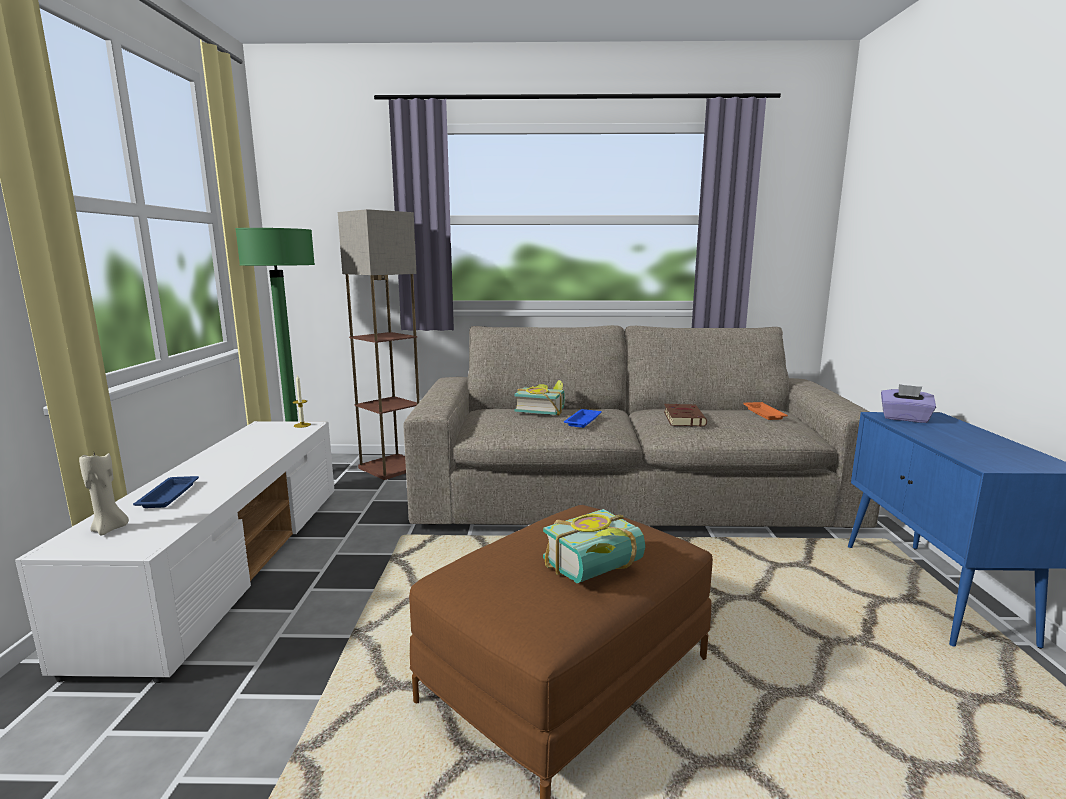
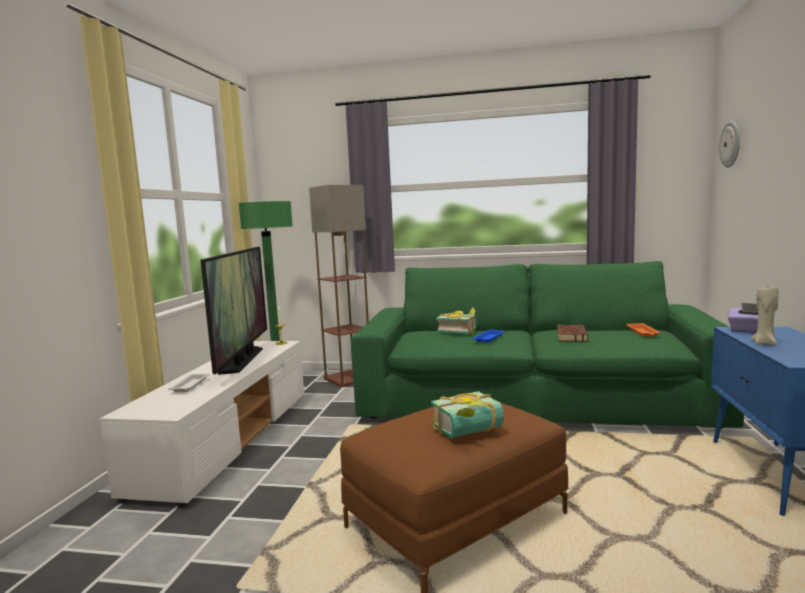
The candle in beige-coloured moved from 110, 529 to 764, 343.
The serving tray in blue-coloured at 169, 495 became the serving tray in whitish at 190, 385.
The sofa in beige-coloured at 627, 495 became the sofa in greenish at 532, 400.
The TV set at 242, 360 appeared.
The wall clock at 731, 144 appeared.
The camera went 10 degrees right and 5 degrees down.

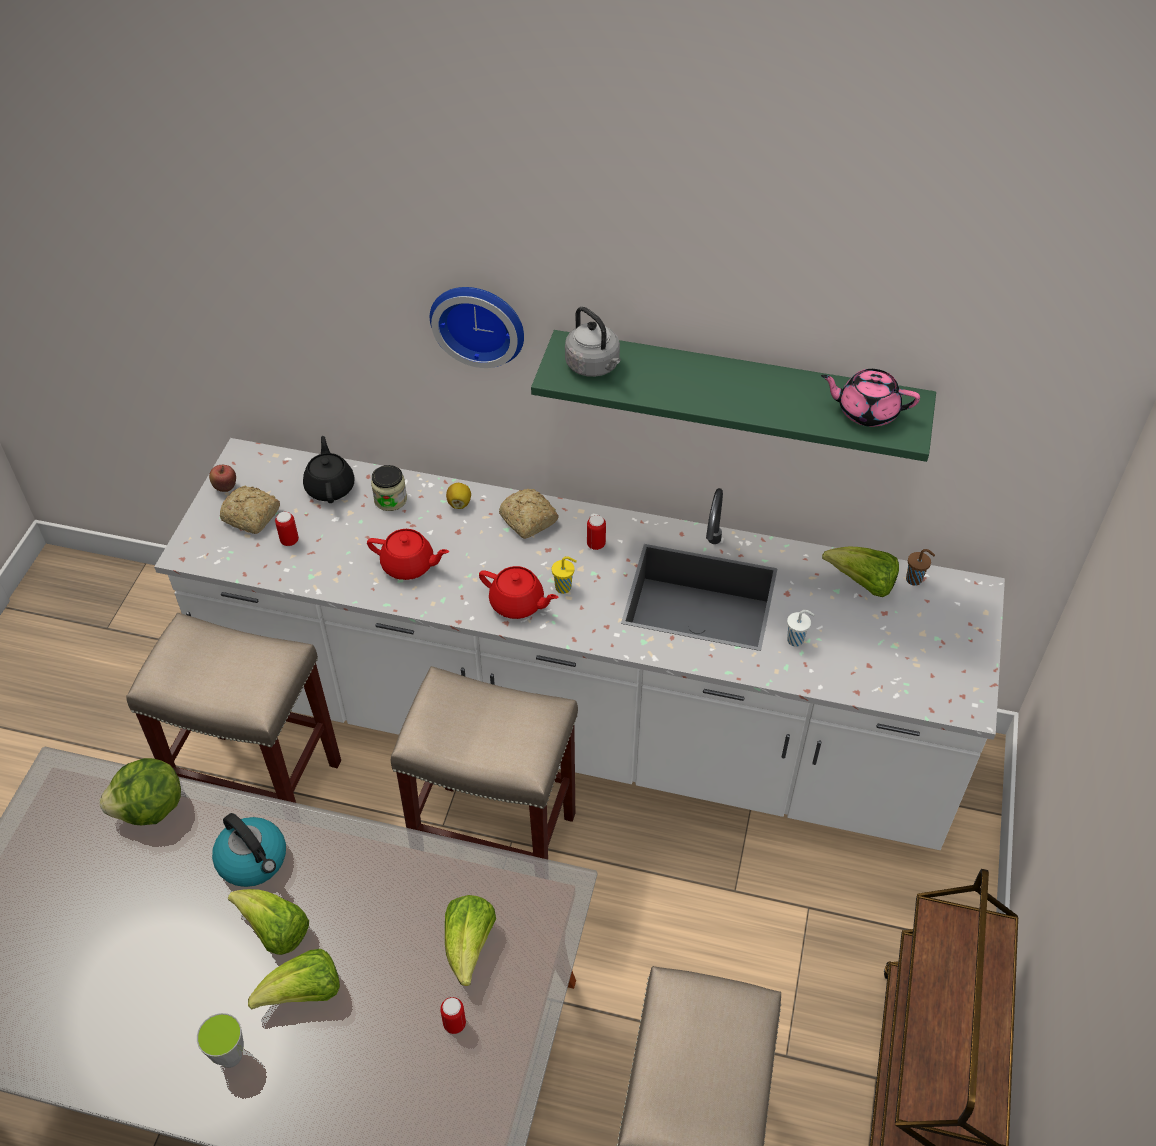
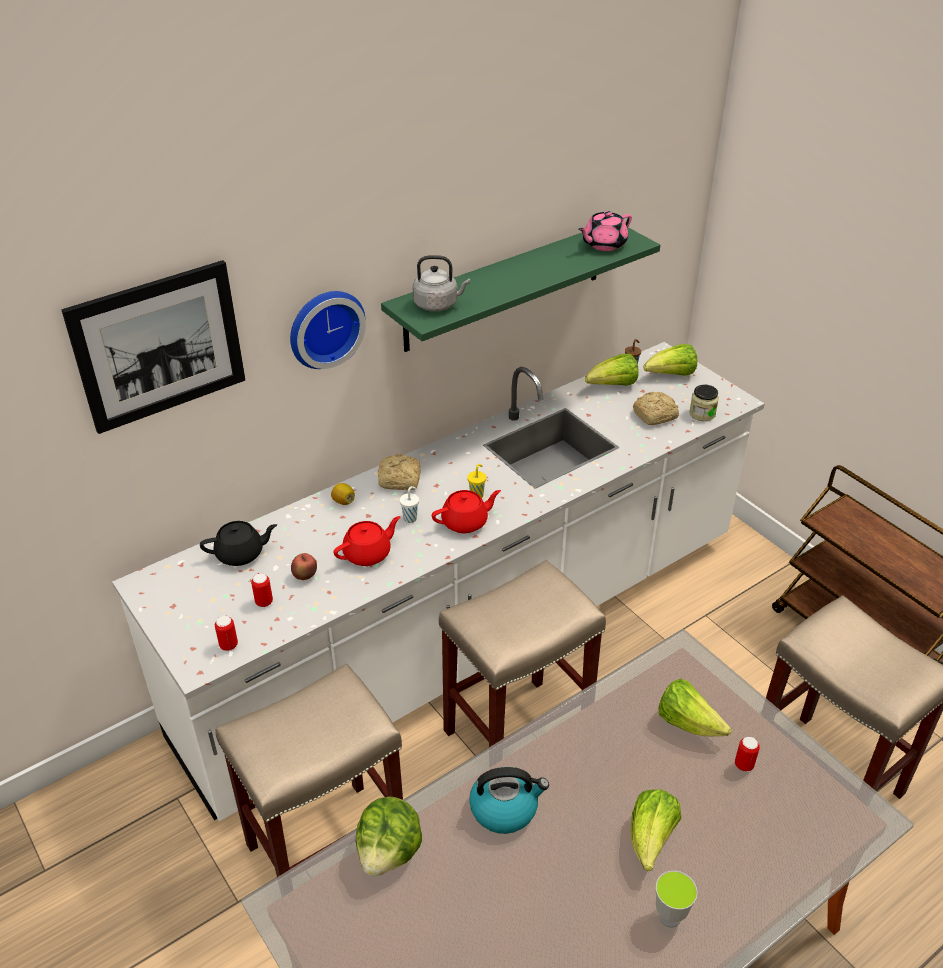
The whole apple moved from 225, 488 to 305, 576.
The bread moved from 252, 517 to 656, 415.
The lettuce moved from 275, 930 to 671, 375.
The pot for tea in blackish at 330, 487 turned 135 degrees clockwise.
The preserve jar moved from 390, 499 to 702, 414.
The sealed can moved from 596, 544 to 229, 645.
The small cup in whitish moved from 796, 640 to 410, 518.
The picture at 159, 346 appeared.
The camera went 50 degrees left and 10 degrees down.

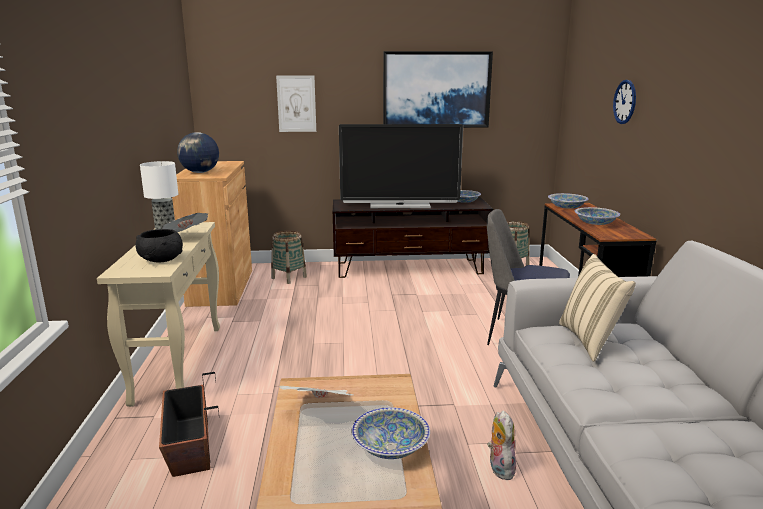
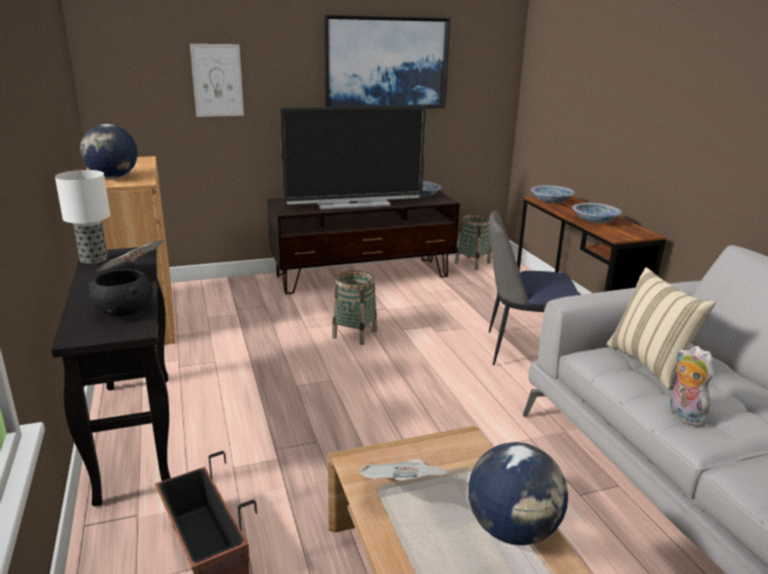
The narrow table in beige-coloured at 179, 362 became the narrow table in blackish at 135, 432.
The household basket moved from 289, 277 to 354, 334.
The serving bowl at 391, 447 was replaced by the world globe at 512, 529.
The plush toy moved from 499, 468 to 683, 415.
The wall clock at 624, 102 disappeared.
The camera went 15 degrees left and 5 degrees up.

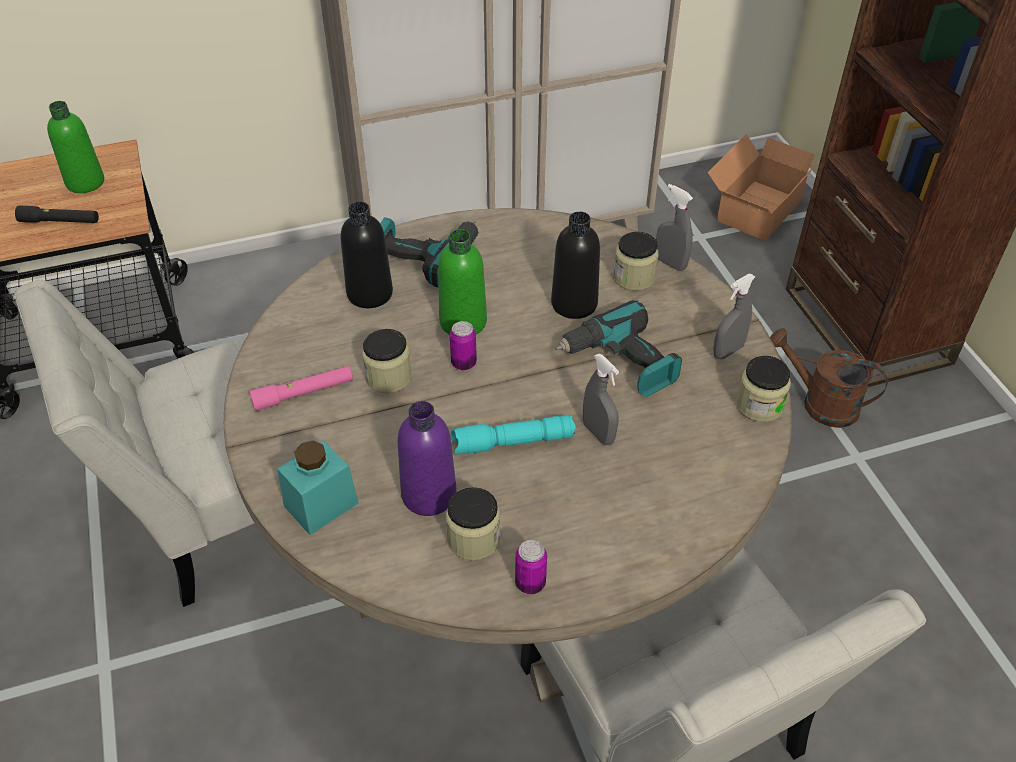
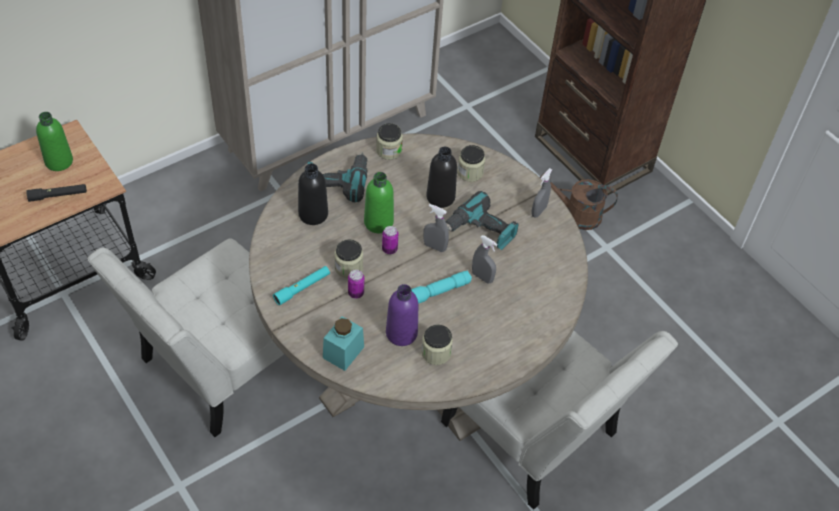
The torch in pink at 303, 393 became the torch in turquoise-coloured at 302, 288.
The sealed can moved from 530, 583 to 356, 293.
The sprayer in gray moved from 670, 263 to 434, 247.
The packing box at 755, 210 disappeared.
The preserve jar moved from 759, 405 to 389, 150.
The camera went 20 degrees left and 5 degrees up.

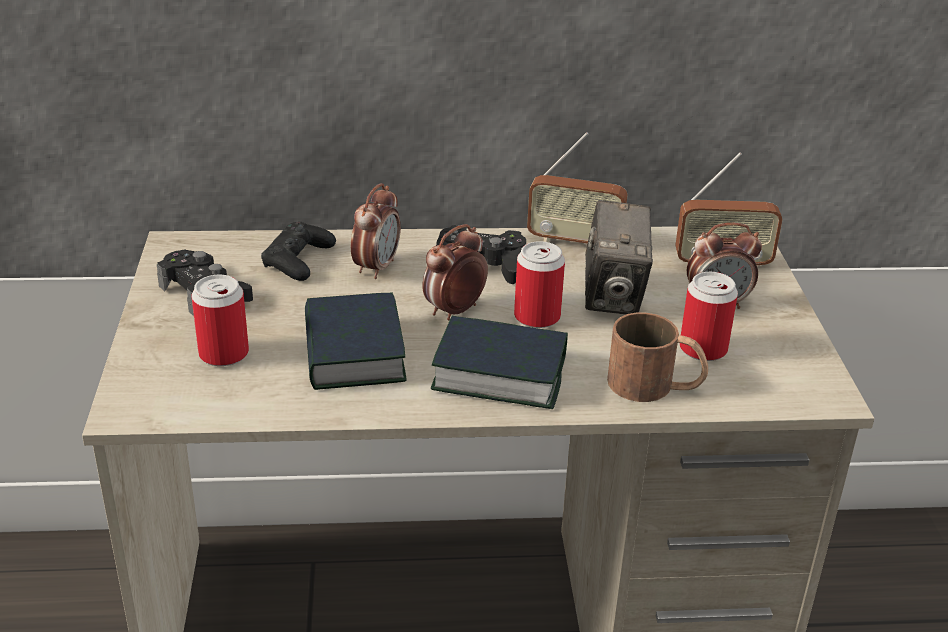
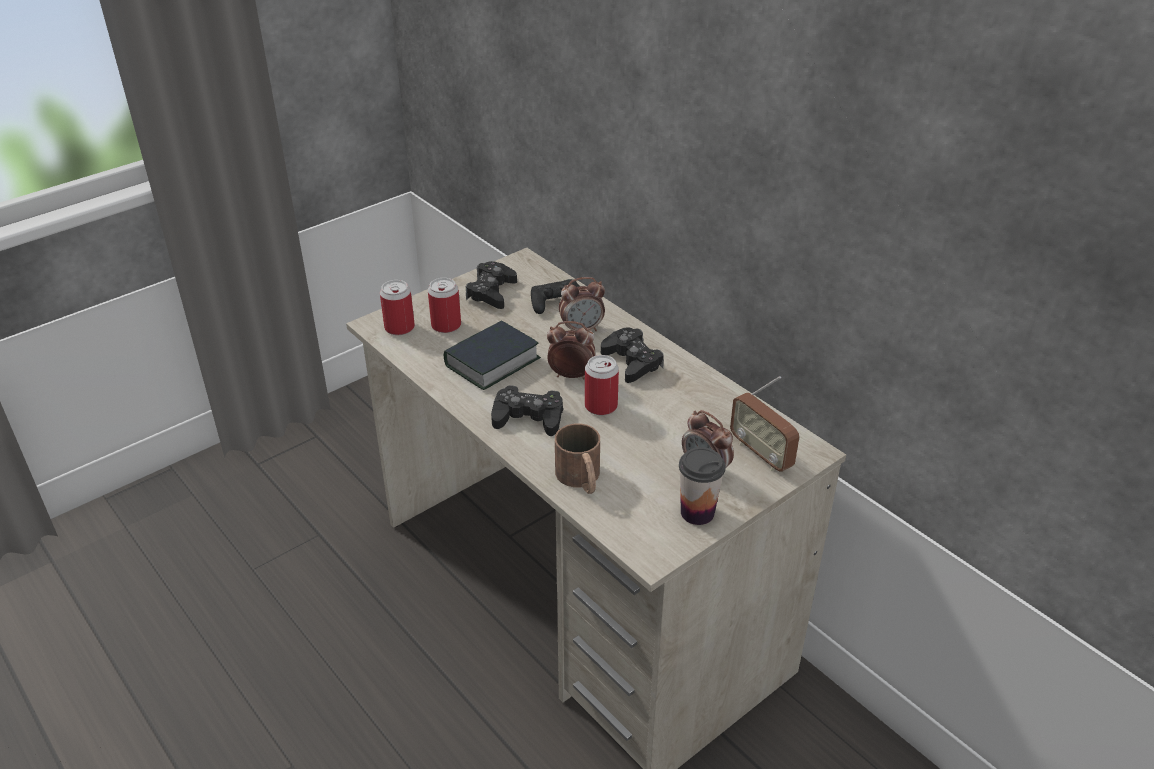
The book at 499, 373 was replaced by the gamepad in blackish at 528, 417.
The radio set at 574, 242 disappeared.
The still camera at 613, 296 disappeared.
The sealed can moved from 703, 349 to 399, 328.
The small cup at 697, 512 appeared.
The camera went 55 degrees right and 5 degrees up.

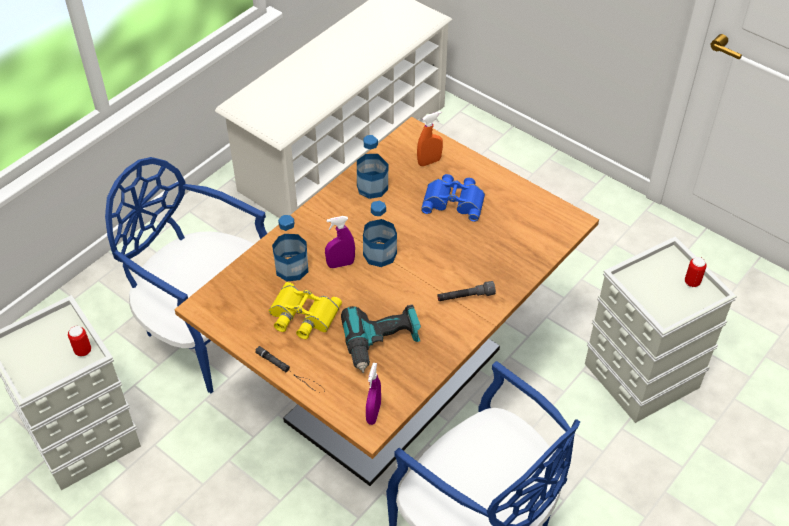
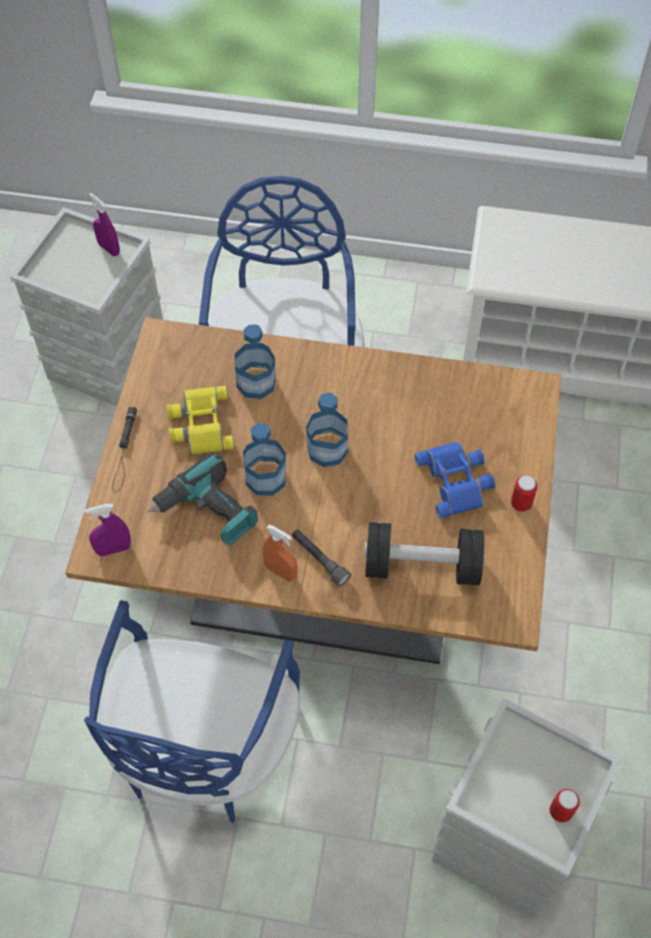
The sealed can moved from 83, 351 to 521, 503.
The sprayer in purple moved from 340, 264 to 109, 249.
The drink bottle moved from 372, 187 to 265, 478.
The sprayer in orangey moved from 429, 162 to 281, 572.
The hand weight in blackish at 422, 566 appeared.
The camera went 60 degrees right and 10 degrees up.

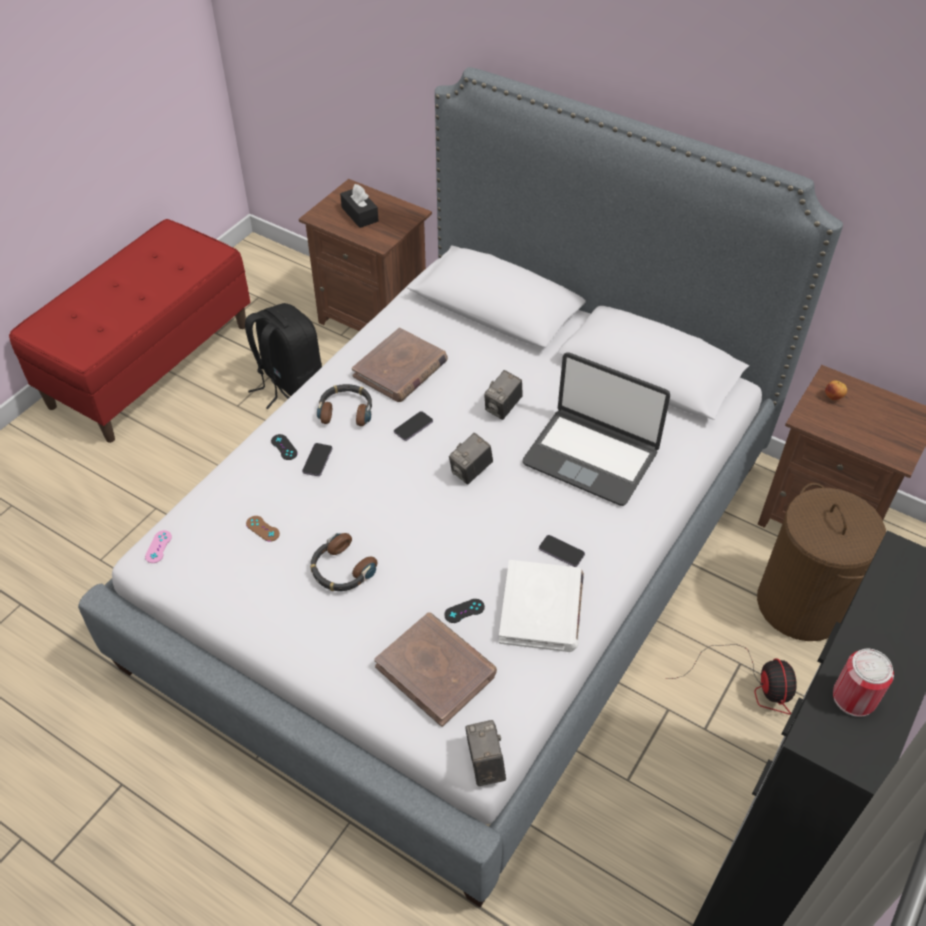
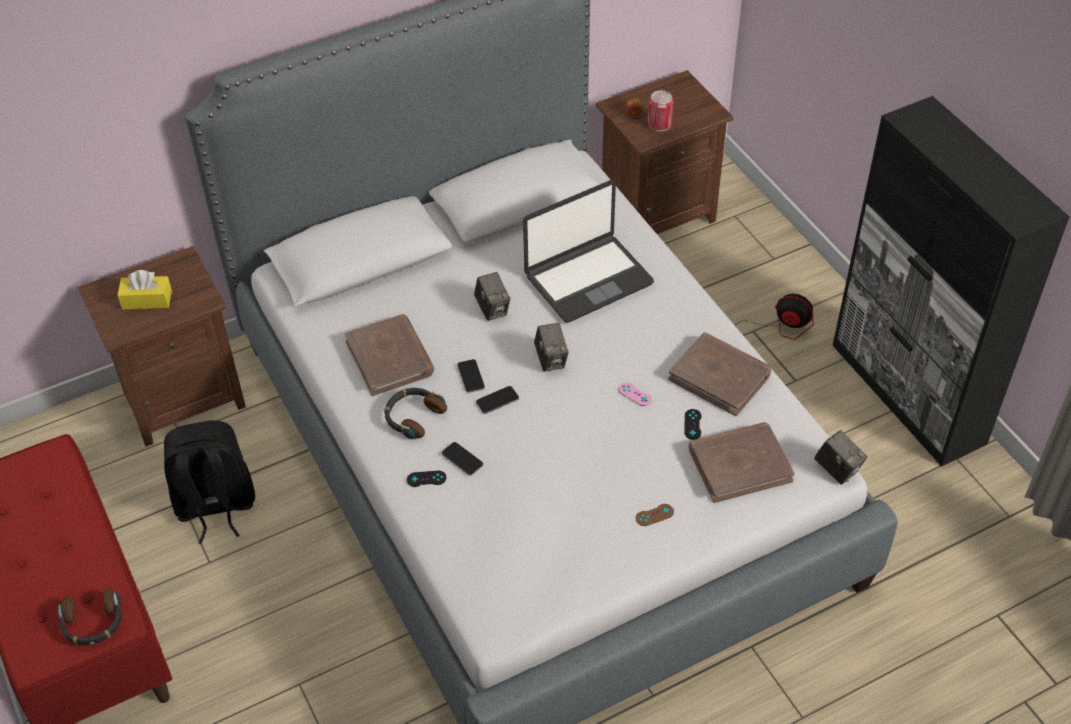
The gamepad in pink moved from 158, 547 to 635, 394.
The gamepad in brown-coloured moved from 262, 528 to 654, 515.
The pair of headphones moved from 341, 570 to 92, 623.
The tissue box in blackish at 359, 214 became the tissue box in yellowish at 147, 299.
The still camera at 485, 764 turned 150 degrees counterclockwise.
The book in whitish at 541, 609 became the book in brown-coloured at 720, 376.
The handset moved from 561, 552 to 497, 401.
The washing basket in brown-coloured at 801, 605 disappeared.
The sealed can moved from 854, 697 to 659, 124.
The camera went 60 degrees left and 0 degrees up.

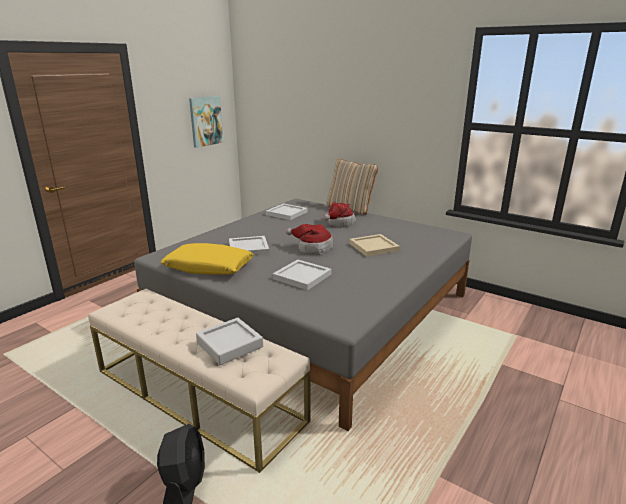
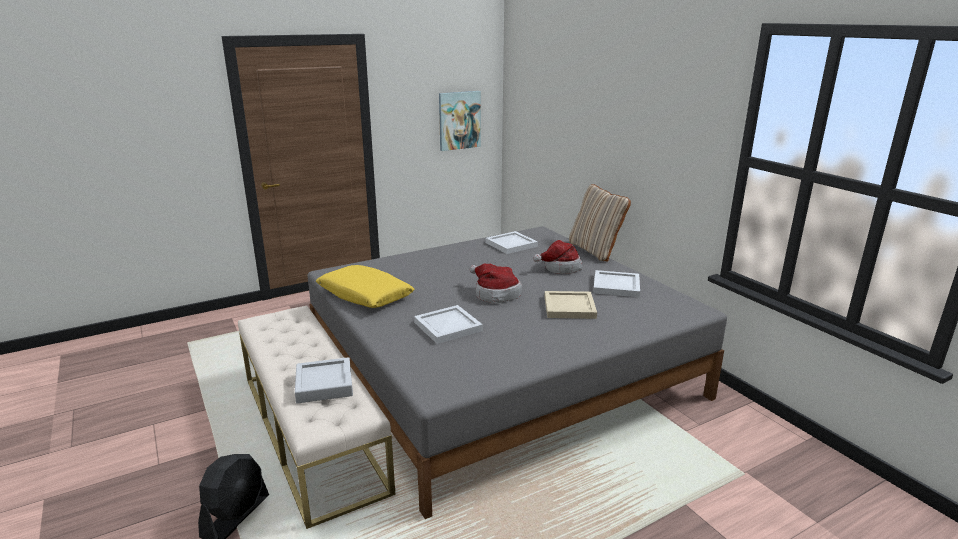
The serving tray in whitish moved from 248, 248 to 615, 286.
The camera went 25 degrees right and 0 degrees up.

